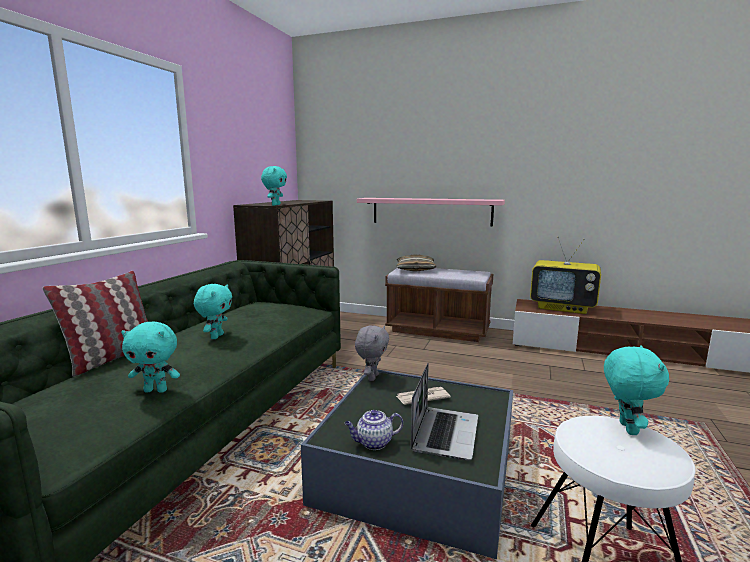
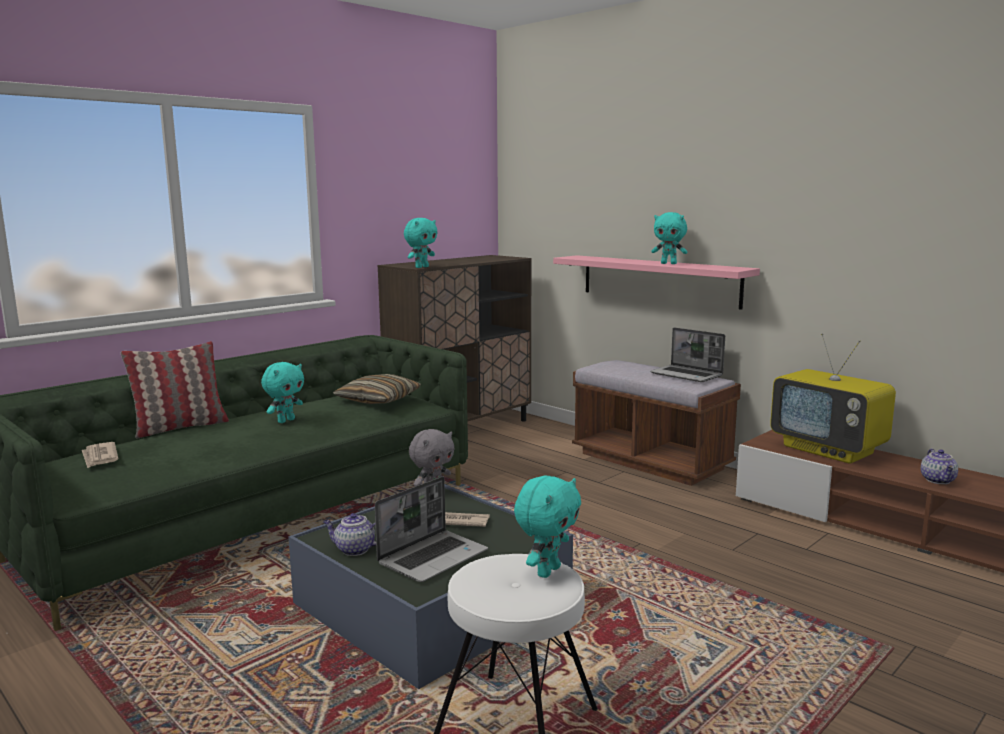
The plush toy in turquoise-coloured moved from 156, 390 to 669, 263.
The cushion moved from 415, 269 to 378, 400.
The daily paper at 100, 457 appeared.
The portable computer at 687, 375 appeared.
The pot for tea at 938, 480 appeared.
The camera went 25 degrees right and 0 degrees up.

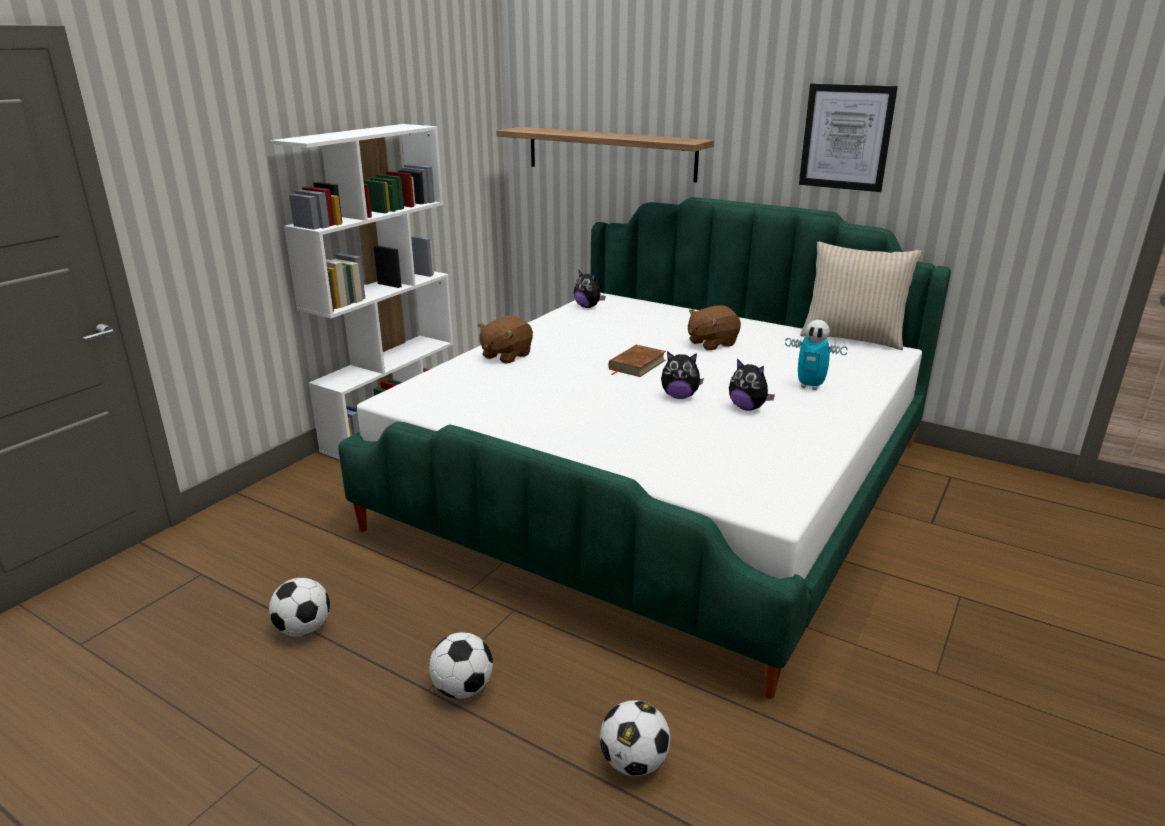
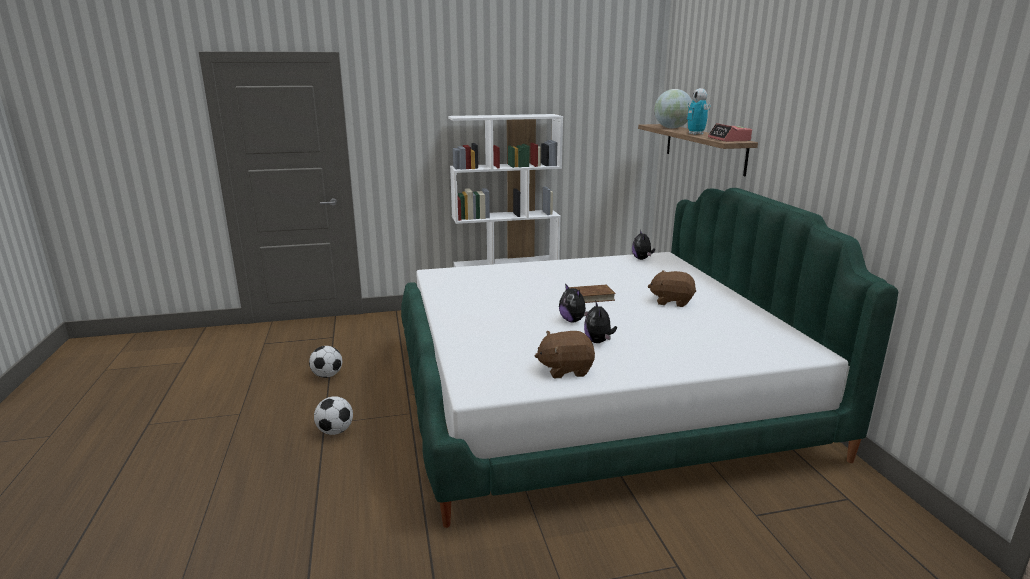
The plush toy in brown-coloured moved from 506, 356 to 565, 369.
The football ball at 633, 762 disappeared.
The model robot moved from 810, 386 to 695, 134.
The picture at 846, 137 disappeared.
The cushion in beige-coloured at 852, 338 disappeared.
The world globe at 671, 128 appeared.
The bedside clock at 729, 139 appeared.
The camera went 45 degrees right and 5 degrees down.

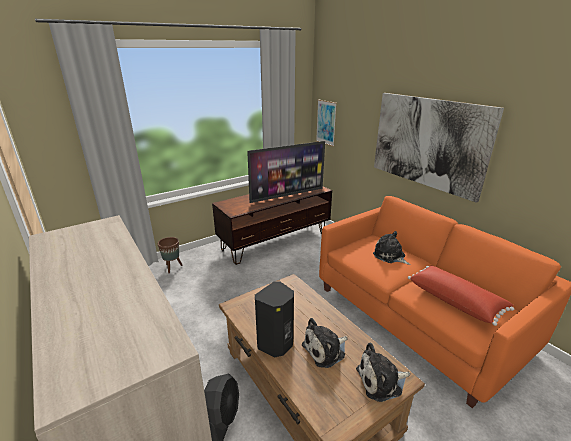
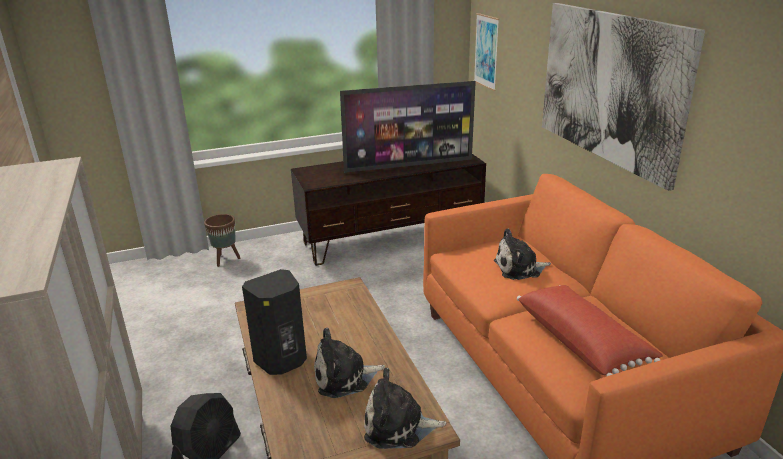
The plush toy at 390, 256 turned 75 degrees counterclockwise.
The camera went 15 degrees right and 0 degrees up.

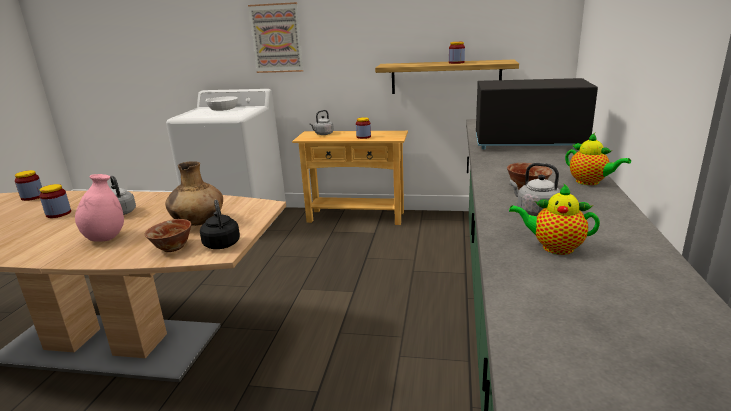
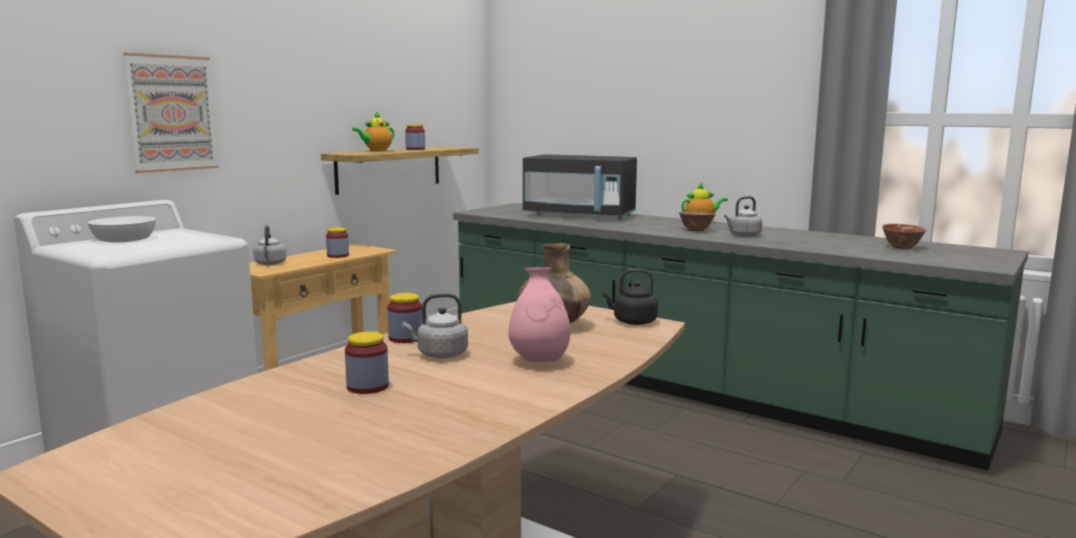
The preserve jar moved from 32, 197 to 405, 338.
The serving bowl moved from 172, 248 to 902, 247.
The microwave oven in blackish at 528, 143 turned 105 degrees counterclockwise.
The pot for tea moved from 554, 247 to 376, 151.
The camera went 65 degrees left and 10 degrees down.

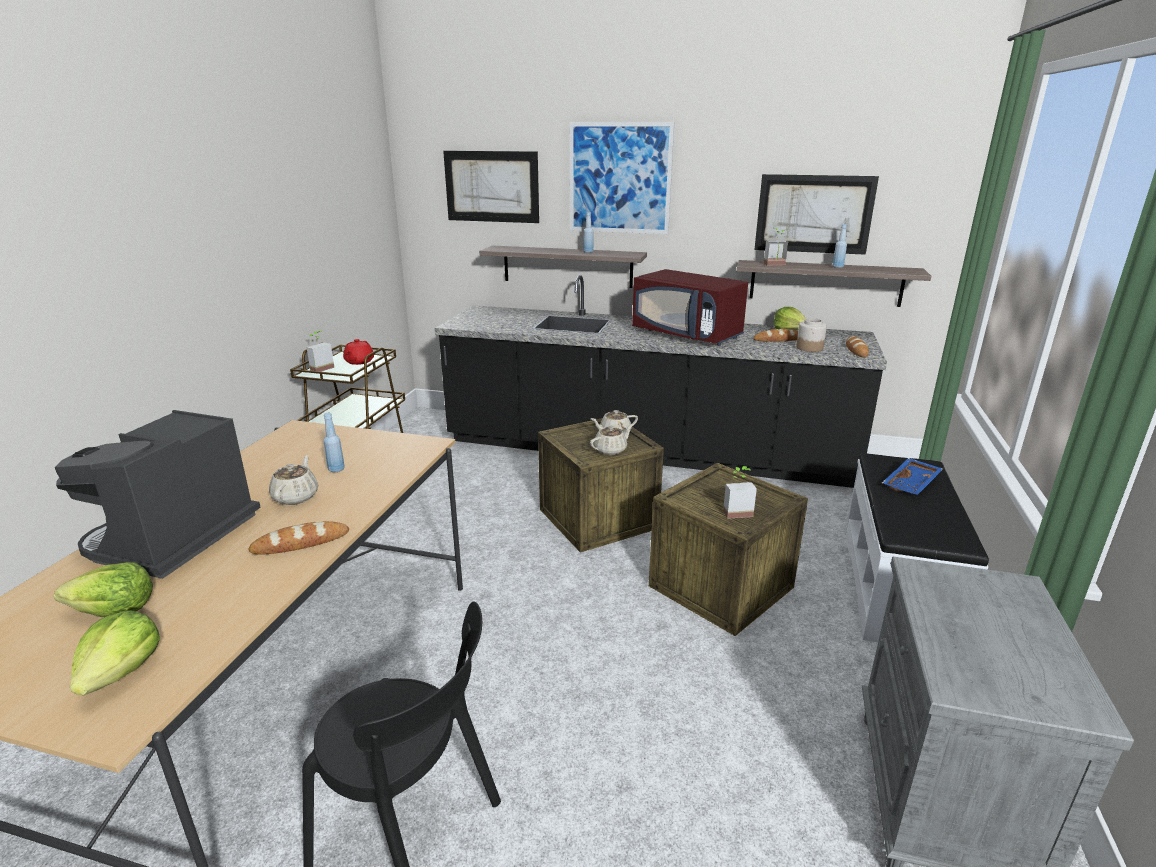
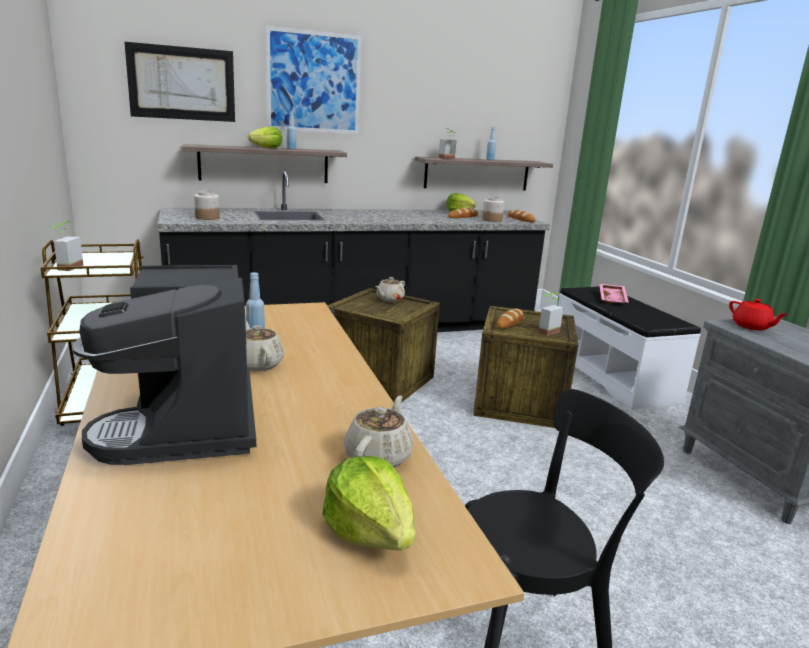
The lettuce moved from 114, 611 to 266, 148.
The bread moved from 300, 543 to 510, 322.
The pot for tea in reddish moved from 359, 362 to 751, 326.
The pot for tea in beige-coloured moved from 611, 450 to 378, 456.
The microwave oven in reddish at 687, 335 disappeared.
The picture at 814, 214 disappeared.
The serving tray in blue-coloured at 912, 484 became the serving tray in pink at 613, 299.
The preserve jar at 207, 218 appeared.
The camera went 35 degrees left and 5 degrees down.

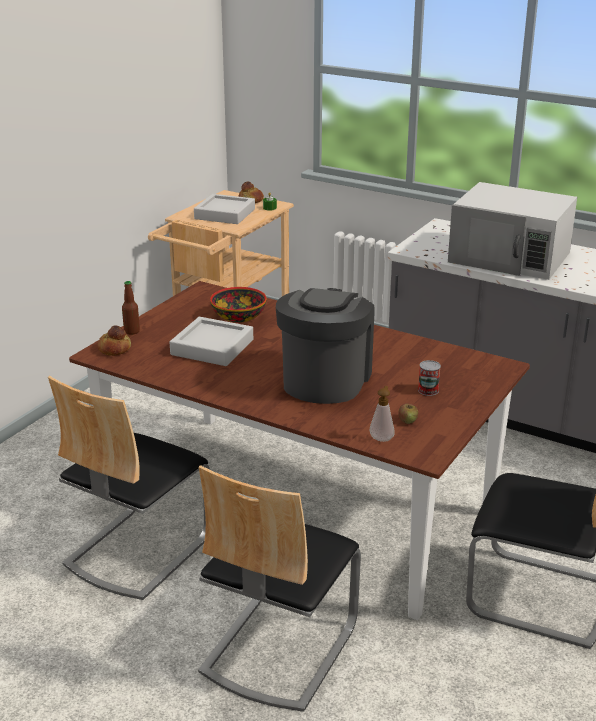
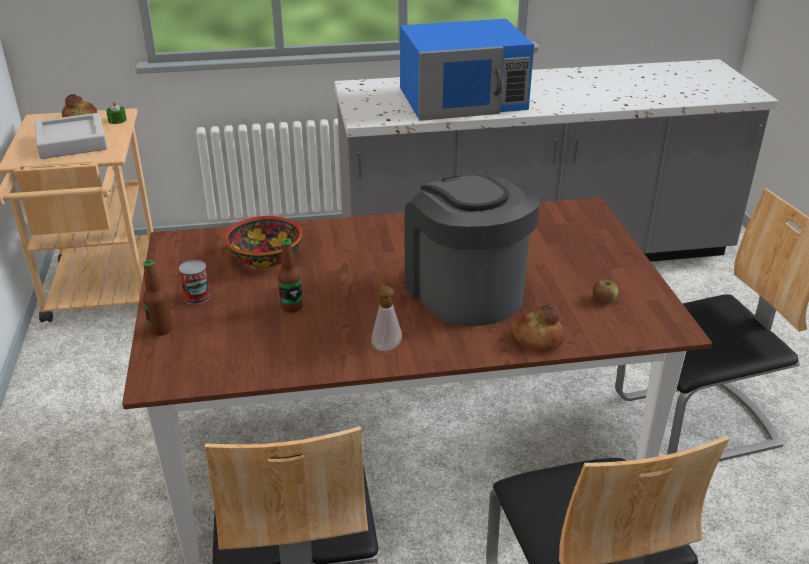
The bread moved from 114, 349 to 537, 338.
The serving tray in gray at 212, 347 was replaced by the drink bottle at 291, 307.
The soap bottle moved from 382, 438 to 385, 346.
The sealed can moved from 428, 390 to 197, 297.
The microwave oven in whitish at 510, 257 became the microwave oven in blue-coloured at 463, 99.
The camera went 40 degrees left and 5 degrees up.

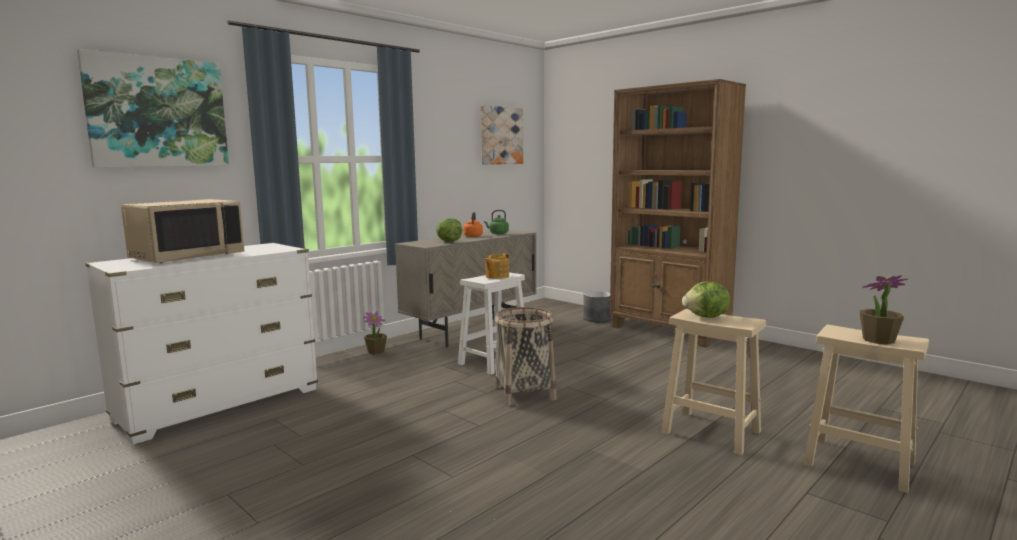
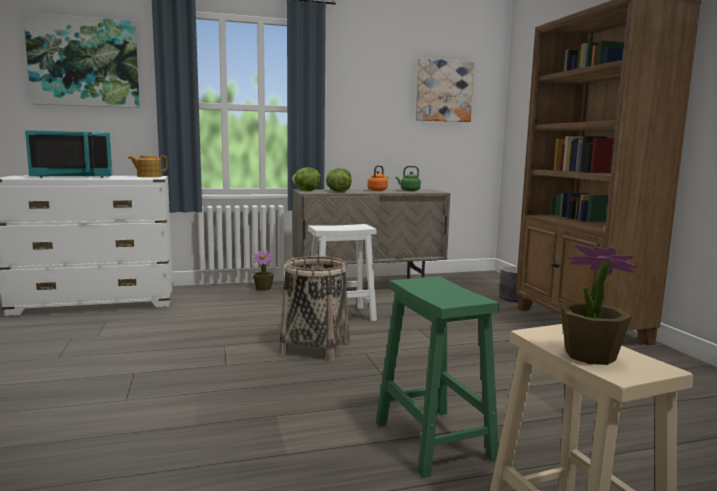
The microwave oven in beige-coloured at 187, 257 became the microwave oven in turquoise-coloured at 74, 177.
The pot for tea moved from 496, 276 to 148, 176.
The sitting stool in beige-coloured at 709, 432 became the sitting stool in greenish at 432, 439.
The lettuce moved from 706, 317 to 306, 191.
The camera went 30 degrees right and 0 degrees up.

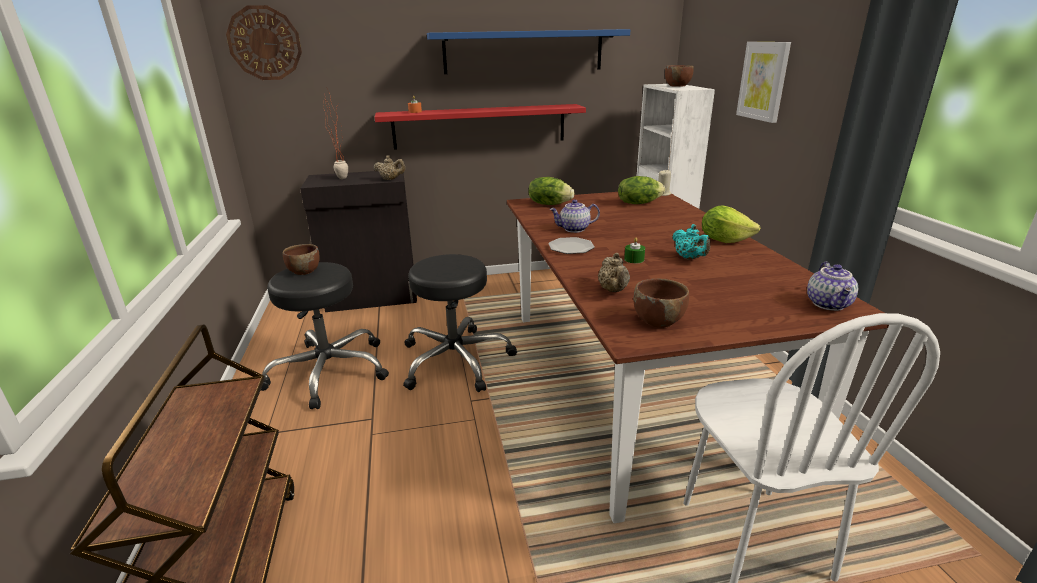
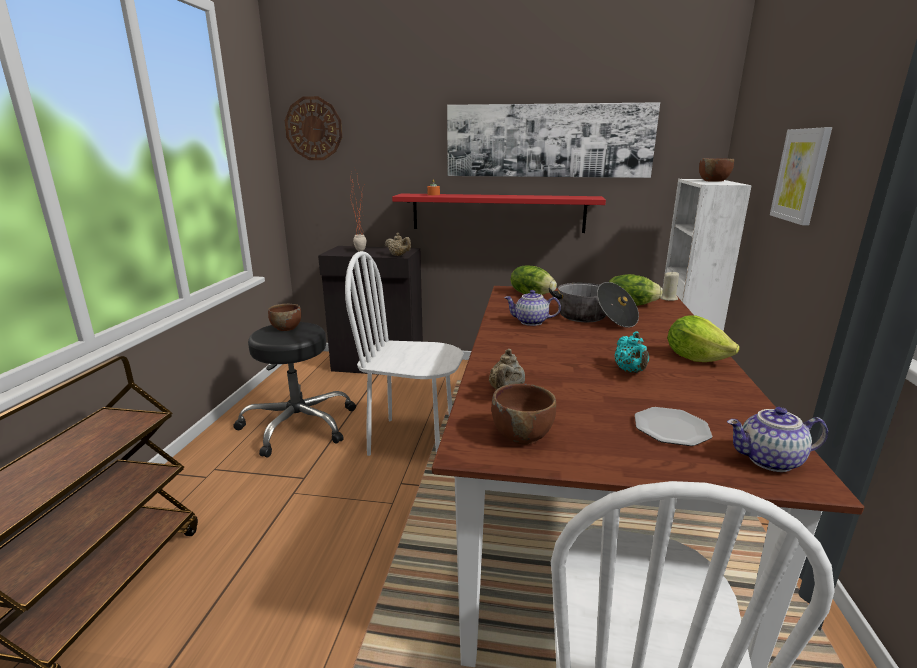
The sitting stool in blackish at 456, 360 was replaced by the chair in whitish at 412, 439.
The wall shelf in blue-coloured at 523, 51 was replaced by the picture at 548, 141.
The flat dish moved from 570, 247 to 670, 429.
The candle in greenish at 634, 259 disappeared.
The pot for tea at 829, 304 turned 60 degrees clockwise.
The stockpot at 594, 318 appeared.
The camera went 20 degrees right and 5 degrees down.

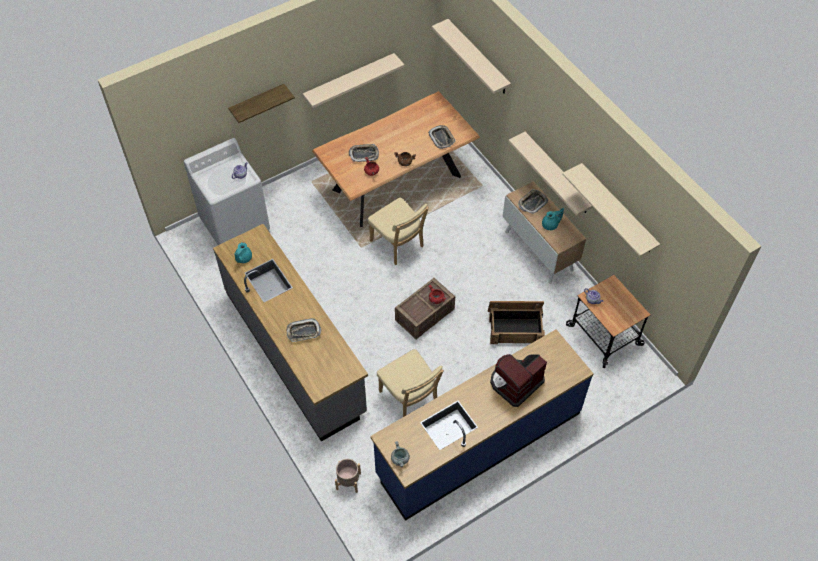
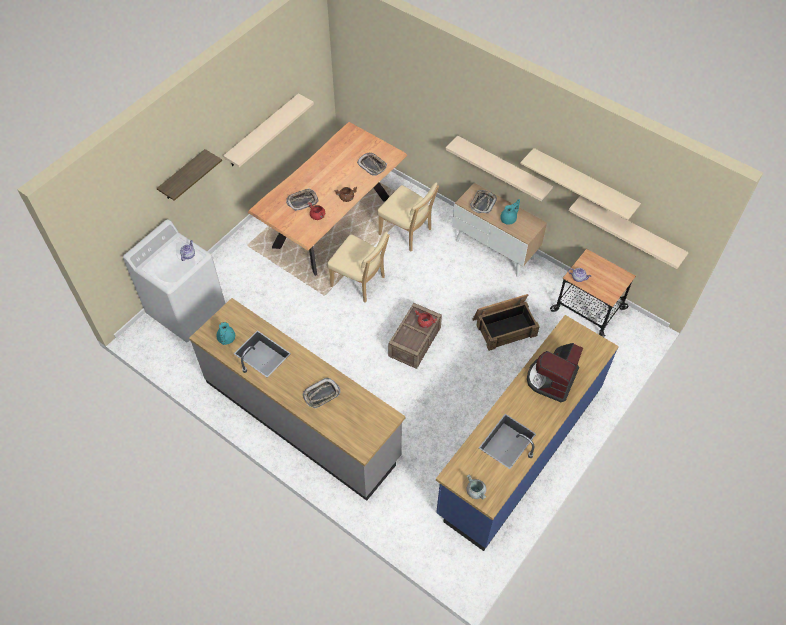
The planter in beige-coloured at 348, 481 disappeared.
The chair in beige-coloured moved from 410, 399 to 407, 233.
The wall shelf in beige-coloured moved from 478, 57 to 630, 230.
The camera went 20 degrees left and 0 degrees up.

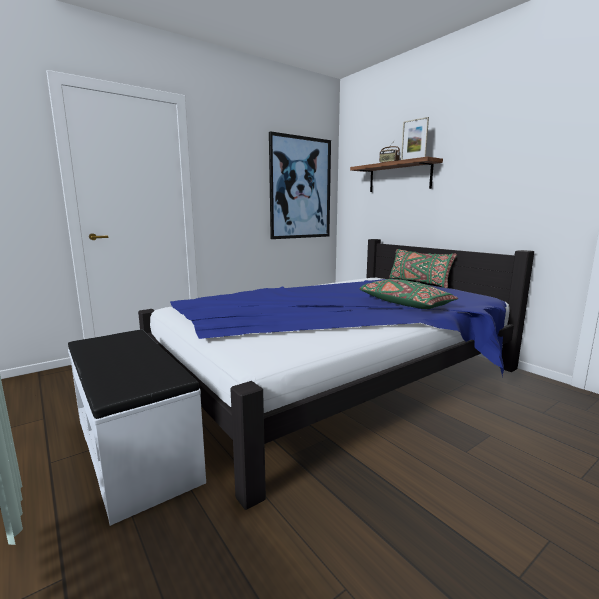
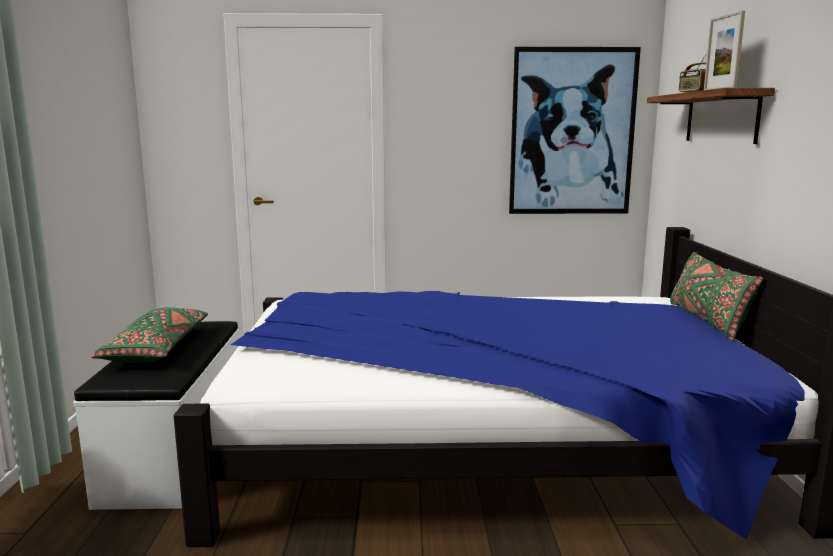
The cushion in greenish moved from 404, 304 to 157, 349.
The camera went 35 degrees right and 0 degrees up.

